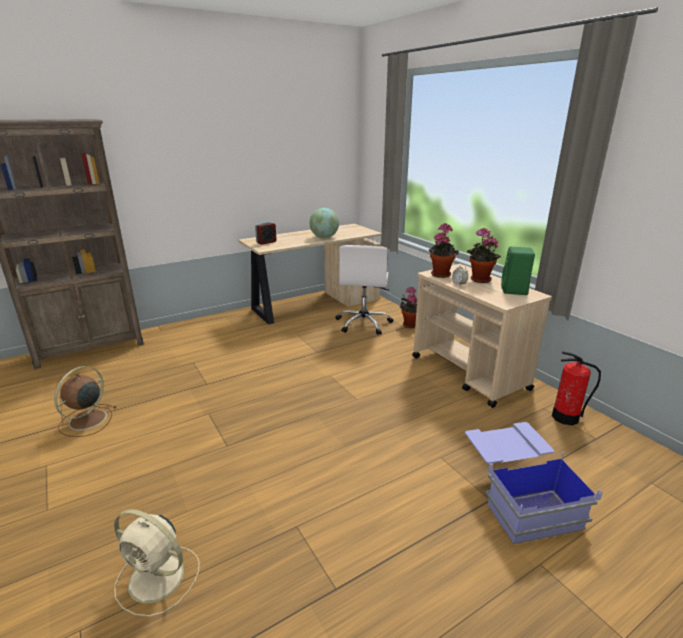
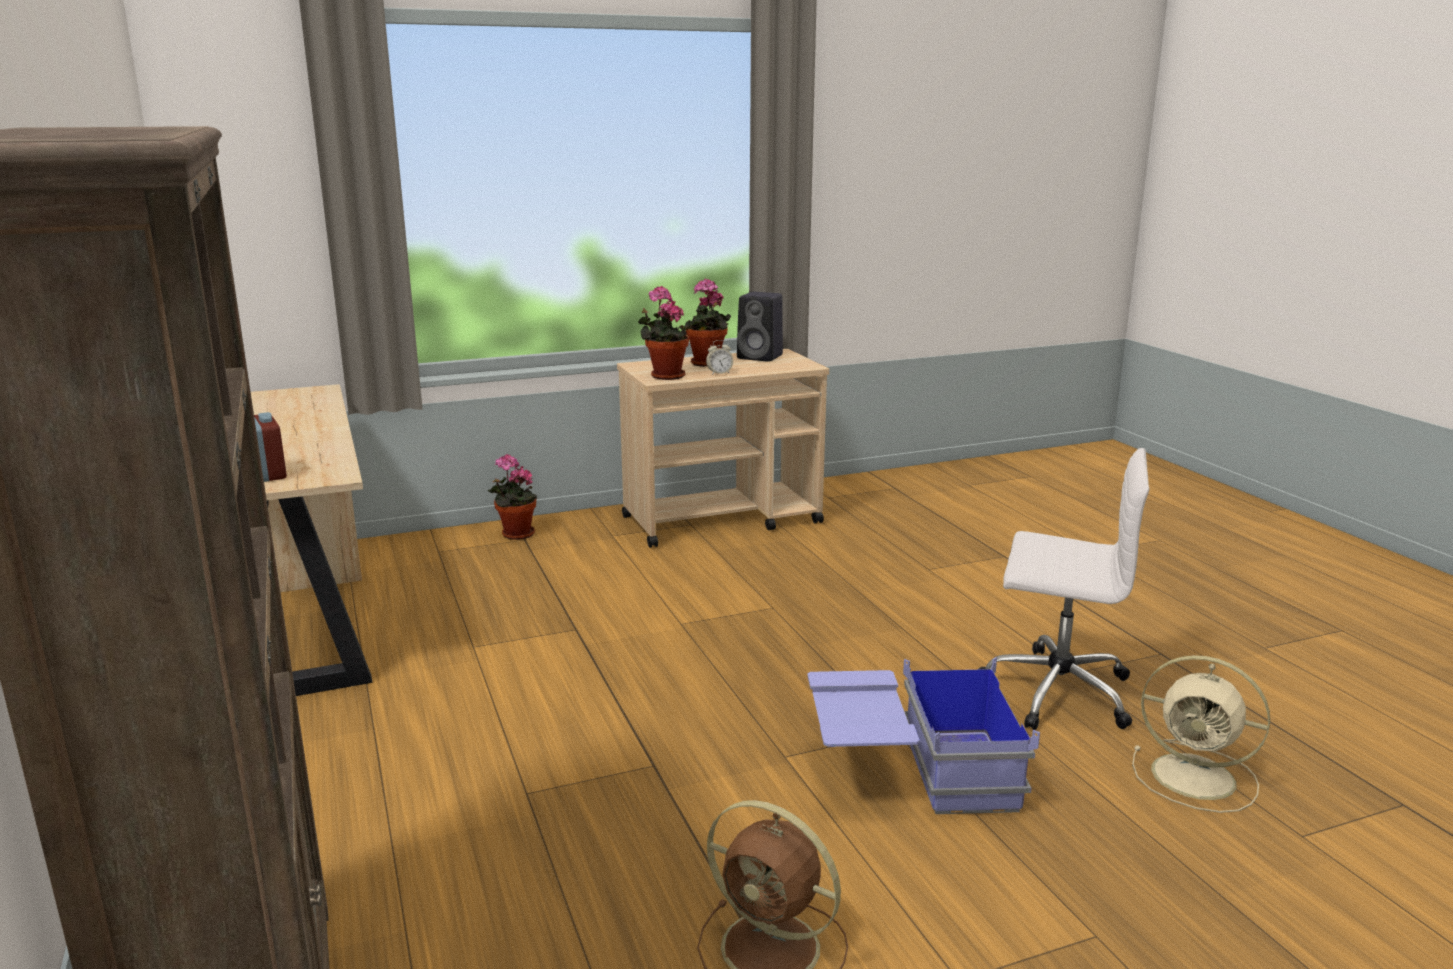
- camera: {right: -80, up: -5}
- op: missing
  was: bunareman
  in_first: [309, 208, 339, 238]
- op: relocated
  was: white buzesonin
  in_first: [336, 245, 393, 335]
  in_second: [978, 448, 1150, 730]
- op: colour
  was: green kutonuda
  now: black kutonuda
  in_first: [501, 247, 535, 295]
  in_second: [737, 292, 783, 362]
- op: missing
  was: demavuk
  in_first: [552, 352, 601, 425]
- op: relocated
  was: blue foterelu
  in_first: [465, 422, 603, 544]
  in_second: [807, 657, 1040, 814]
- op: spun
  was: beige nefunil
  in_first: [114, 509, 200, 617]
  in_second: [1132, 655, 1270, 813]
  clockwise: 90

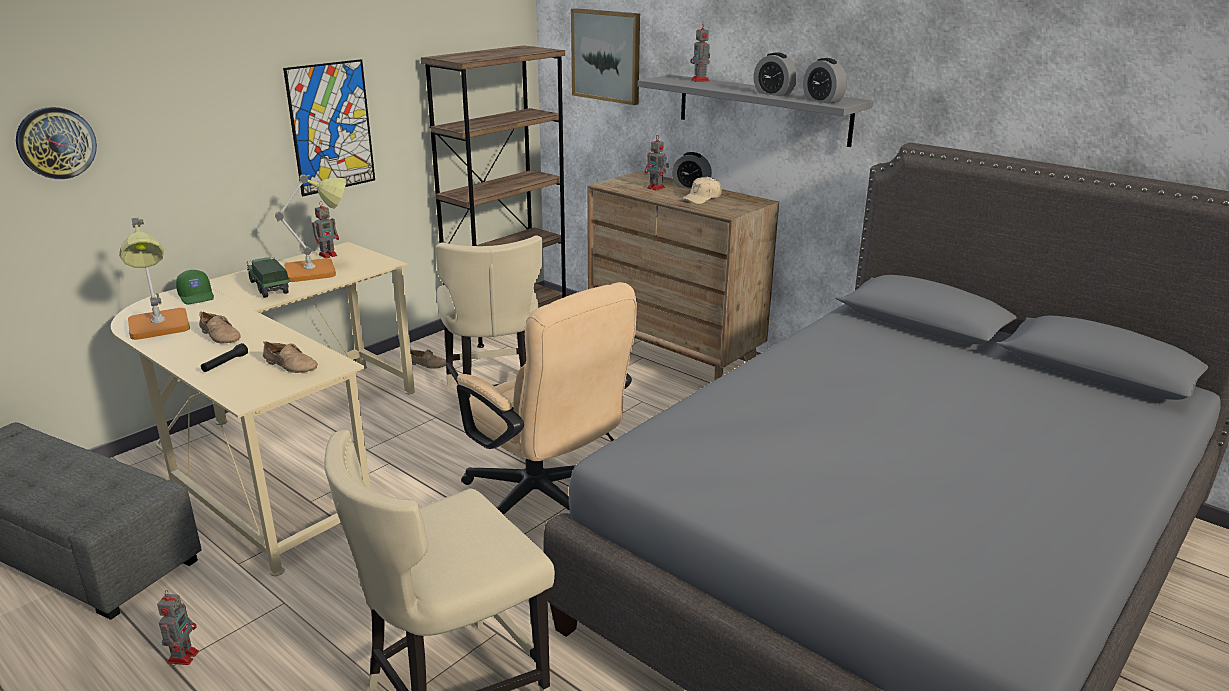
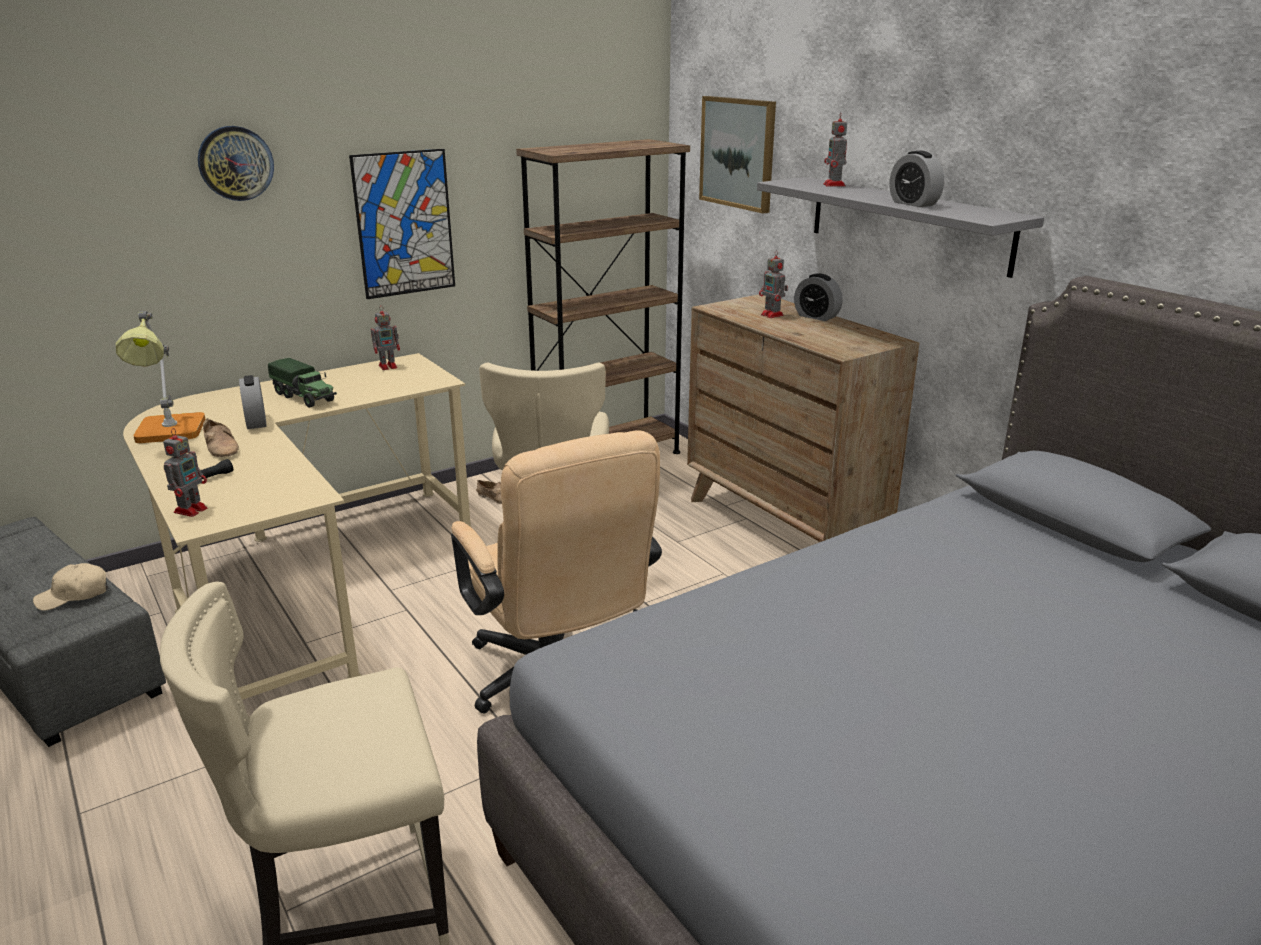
- camera: {right: 15, up: 0}
- op: relocated
  was: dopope
  in_first: [803, 58, 847, 104]
  in_second: [239, 375, 267, 429]
- op: relocated
  was: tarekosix
  in_first: [16, 107, 97, 179]
  in_second: [198, 126, 274, 201]
- op: missing
  was: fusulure
  in_first: [275, 174, 346, 282]
- op: relocated
  was: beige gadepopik
  in_first: [682, 176, 722, 204]
  in_second: [33, 563, 108, 611]
- op: spun
  was: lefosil
  in_first: [247, 257, 289, 298]
  in_second: [268, 358, 337, 408]
  clockwise: 150
- op: missing
  was: green gadepopik
  in_first: [176, 270, 214, 304]
- op: missing
  was: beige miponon
  in_first: [263, 341, 318, 373]
- op: relocated
  was: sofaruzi
  in_first: [157, 590, 199, 665]
  in_second: [163, 428, 207, 517]

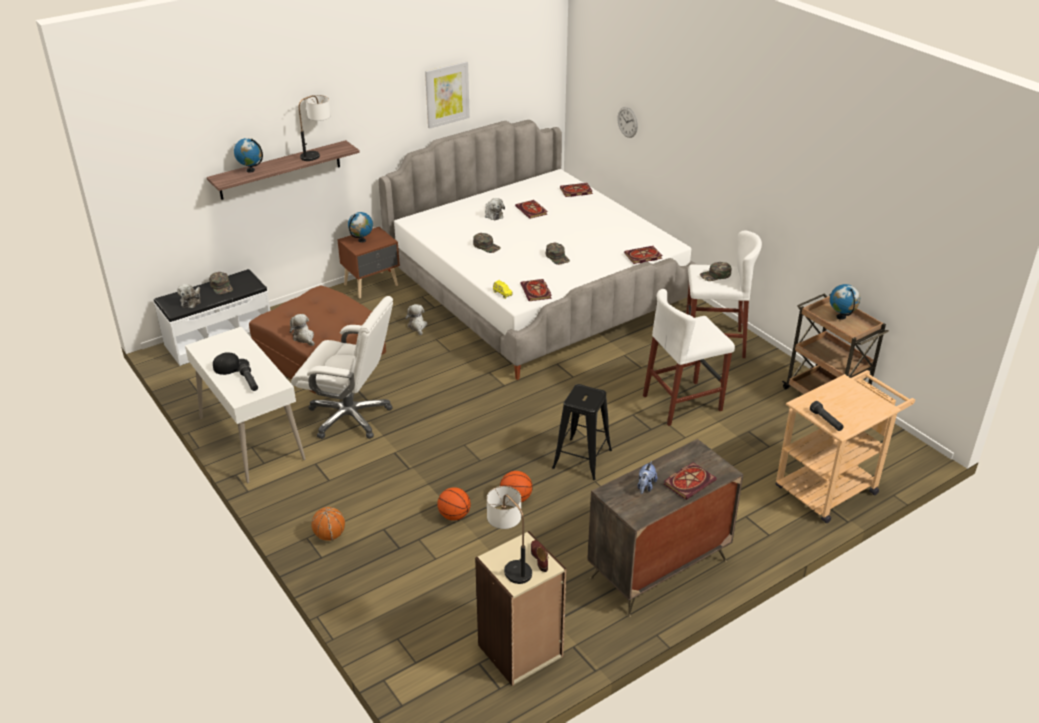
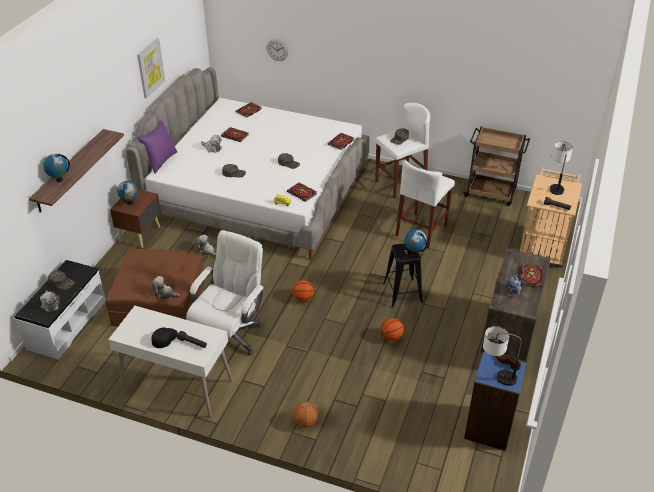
- camera: {right: -35, up: 5}
- op: relocated
  was: fusulure
  in_first: [299, 95, 331, 161]
  in_second: [550, 141, 573, 195]
- op: relocated
  was: bunareman
  in_first: [830, 284, 860, 320]
  in_second: [405, 229, 427, 255]
- op: spun
  was: white buzesonin
  in_first: [291, 296, 393, 439]
  in_second: [186, 230, 265, 355]
  clockwise: -45
- op: relocated
  was: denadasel
  in_first: [437, 487, 471, 521]
  in_second: [292, 280, 315, 302]
- op: colour
  was: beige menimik
  now: blue menimik
  in_first: [475, 531, 567, 686]
  in_second: [464, 351, 527, 451]
- op: appeared
  now: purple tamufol
  in_second: [137, 121, 177, 174]

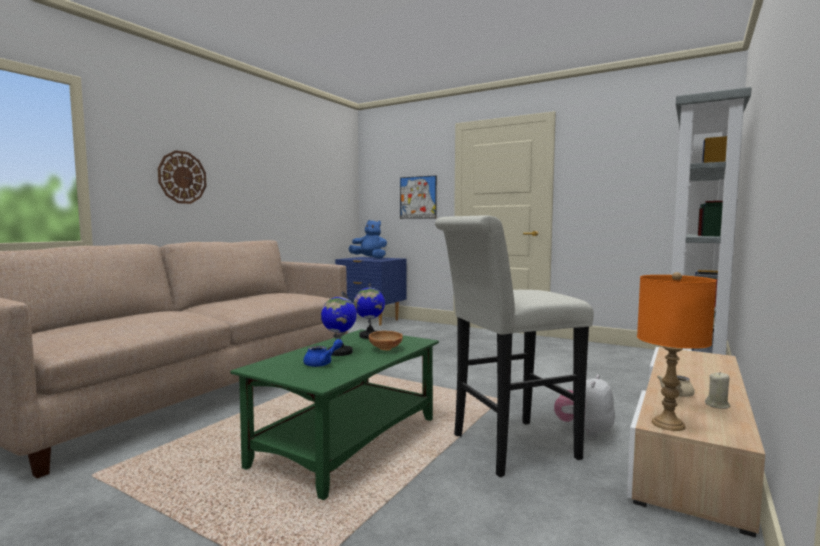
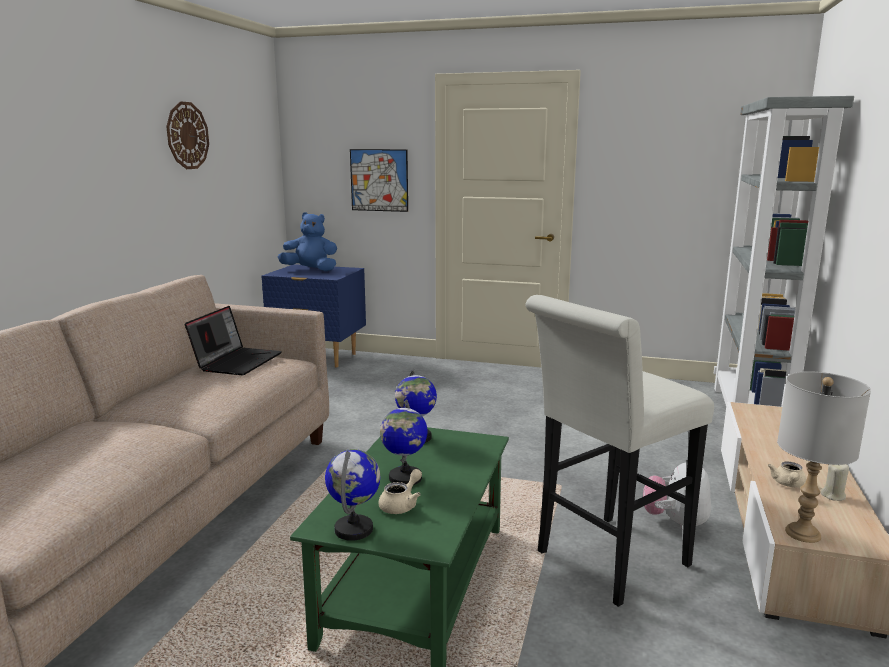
- camera: {right: -15, up: 10}
- op: relocated
  was: tarekosix
  in_first: [158, 150, 206, 204]
  in_second: [166, 101, 209, 169]
- op: colour
  was: orange fusulure
  now: grey fusulure
  in_first: [637, 272, 716, 431]
  in_second: [777, 371, 871, 543]
- op: missing
  was: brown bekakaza
  in_first: [369, 331, 403, 350]
- op: colour
  was: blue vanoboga
  now: beige vanoboga
  in_first: [303, 339, 343, 367]
  in_second: [379, 469, 422, 514]
- op: appeared
  now: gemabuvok
  in_second: [185, 306, 282, 375]
- op: appeared
  now: bunareman
  in_second: [325, 449, 380, 541]

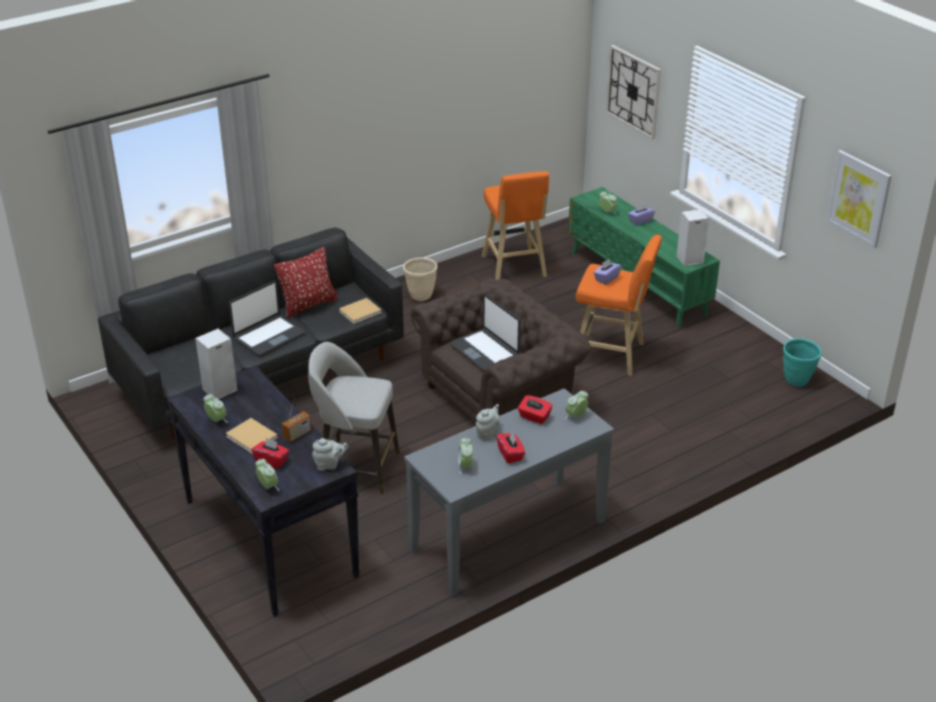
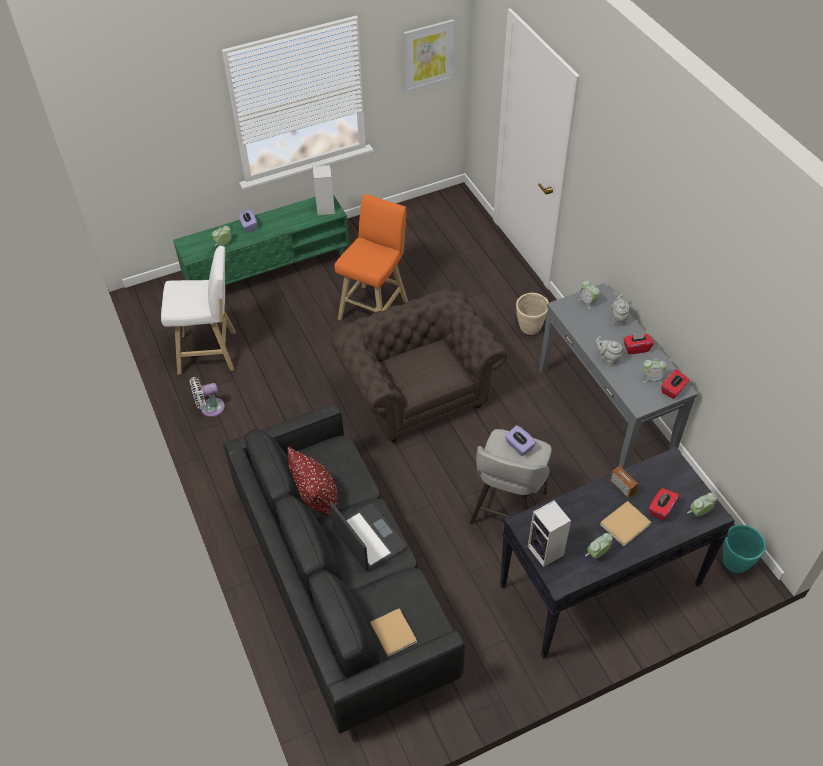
- camera: {right: -80, up: 15}
- op: missing
  was: tarekosix
  in_first: [606, 45, 661, 140]
- op: colour
  was: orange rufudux
  now: white rufudux
  in_first: [482, 171, 549, 280]
  in_second: [161, 246, 235, 375]
- op: relocated
  was: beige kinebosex
  in_first: [403, 257, 438, 301]
  in_second: [516, 293, 549, 335]
- op: relocated
  was: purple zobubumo
  in_first: [594, 259, 621, 285]
  in_second: [505, 425, 536, 456]
- op: missing
  was: gemabuvok
  in_first: [450, 294, 521, 371]
- op: relocated
  was: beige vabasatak
  in_first: [339, 298, 381, 324]
  in_second: [370, 608, 417, 657]
- op: relocated
  was: turquoise kinebosex
  in_first: [783, 338, 822, 387]
  in_second: [723, 525, 766, 573]
- op: relocated
  was: red zobubumo
  in_first: [518, 395, 553, 424]
  in_second: [662, 369, 689, 399]
- op: relocated
  was: grey vanoboga
  in_first: [312, 438, 348, 471]
  in_second: [611, 294, 630, 326]
- op: appeared
  now: white nefunil
  in_second: [190, 377, 225, 417]

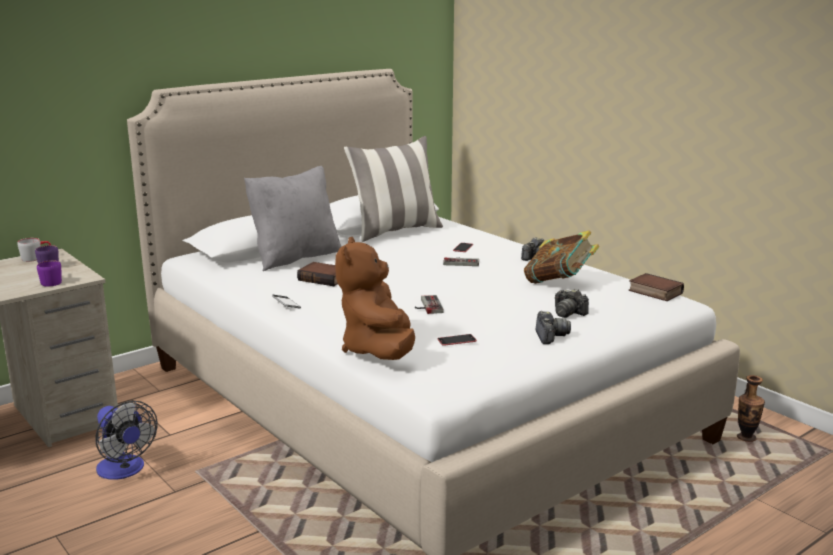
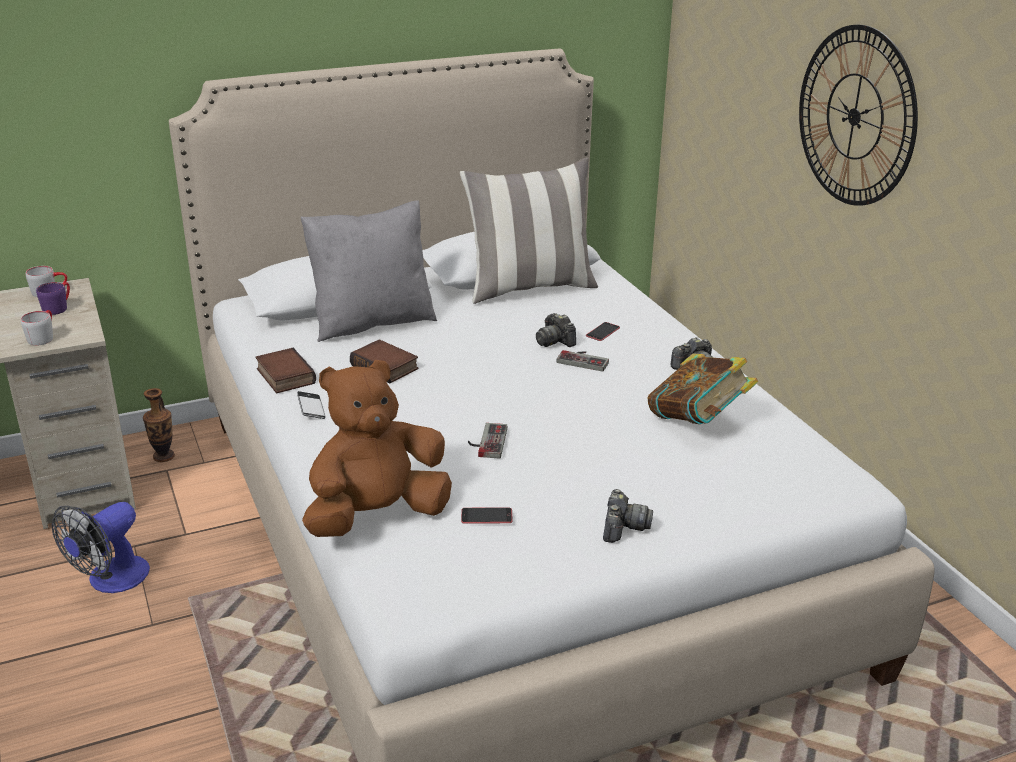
- camera: {right: 15, up: 10}
- op: spun
  was: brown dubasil
  in_first: [335, 237, 415, 360]
  in_second: [302, 360, 452, 537]
  clockwise: 45
- op: colour
  was: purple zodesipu
  now: grey zodesipu
  in_first: [37, 260, 62, 287]
  in_second: [21, 310, 53, 346]
- op: relocated
  was: vabasatak
  in_first: [629, 273, 684, 301]
  in_second: [256, 348, 316, 393]
- op: relocated
  was: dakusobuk
  in_first: [555, 289, 589, 318]
  in_second: [536, 313, 576, 347]
- op: relocated
  was: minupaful
  in_first: [737, 375, 765, 442]
  in_second: [143, 388, 175, 462]
- op: spun
  was: nefunil
  in_first: [96, 401, 157, 480]
  in_second: [52, 502, 150, 593]
  clockwise: 60
- op: appeared
  now: tarekosix
  in_second: [799, 25, 918, 206]

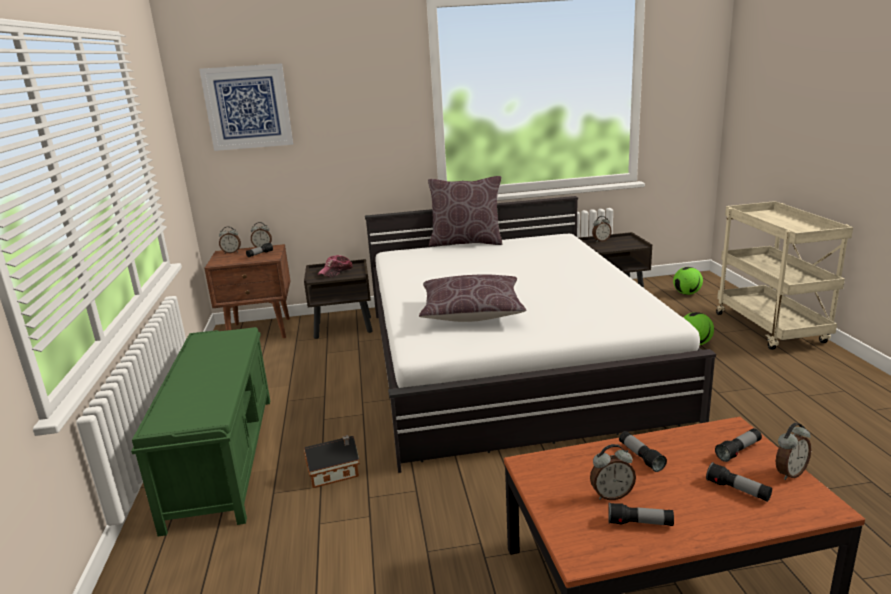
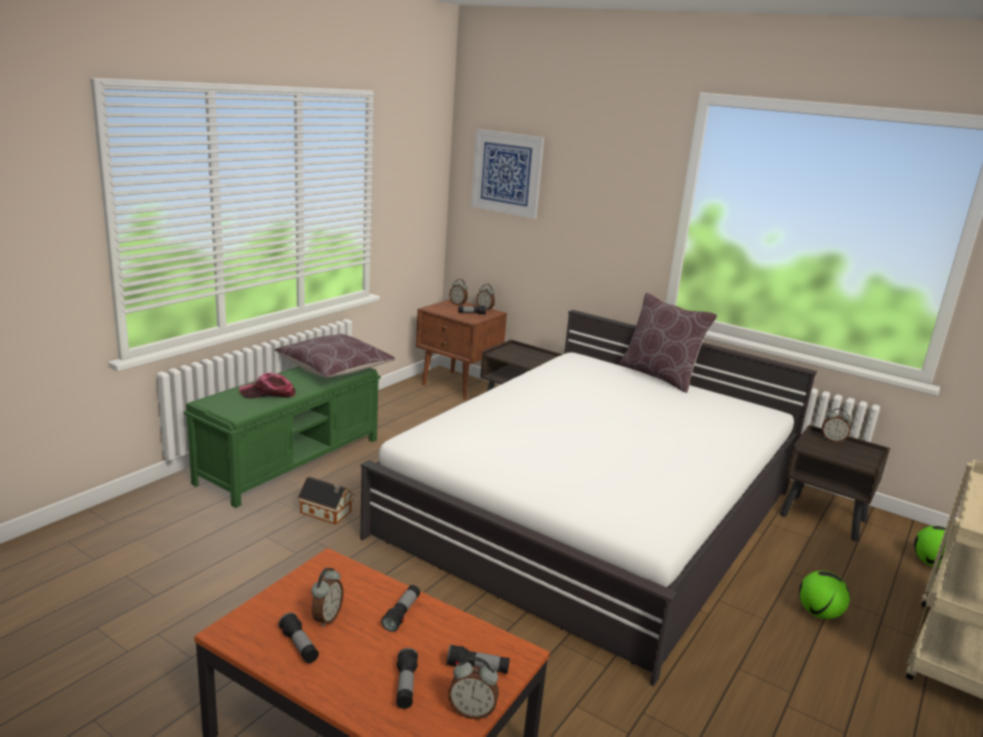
- camera: {right: 40, up: 0}
- op: relocated
  was: gadepopik
  in_first: [317, 255, 353, 277]
  in_second: [239, 373, 296, 399]
- op: relocated
  was: brown tamufol
  in_first: [419, 274, 526, 322]
  in_second: [275, 334, 395, 378]
- op: spun
  was: dopope
  in_first: [590, 444, 636, 500]
  in_second: [311, 568, 343, 627]
  clockwise: -105

